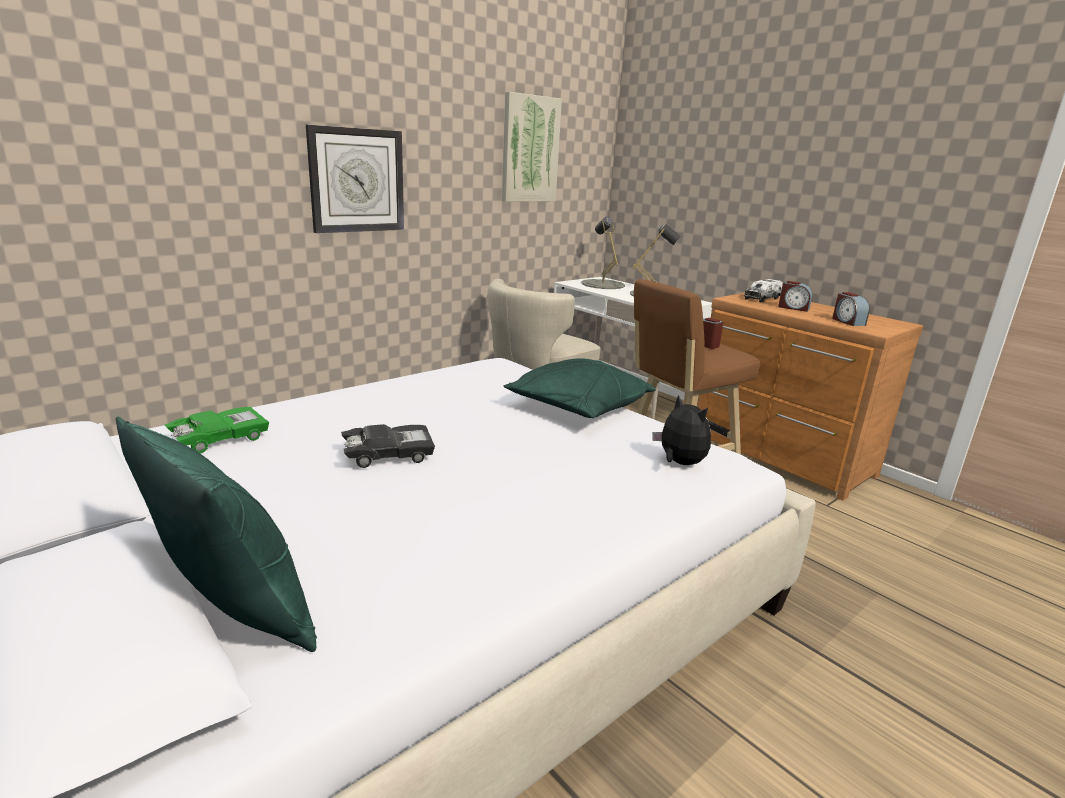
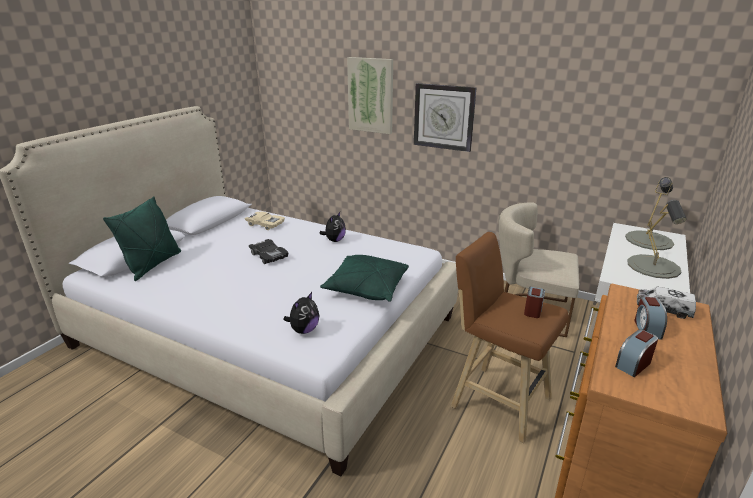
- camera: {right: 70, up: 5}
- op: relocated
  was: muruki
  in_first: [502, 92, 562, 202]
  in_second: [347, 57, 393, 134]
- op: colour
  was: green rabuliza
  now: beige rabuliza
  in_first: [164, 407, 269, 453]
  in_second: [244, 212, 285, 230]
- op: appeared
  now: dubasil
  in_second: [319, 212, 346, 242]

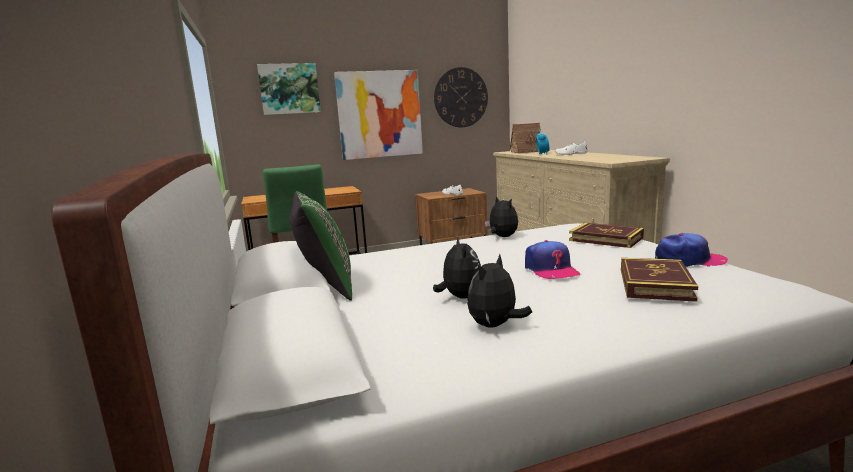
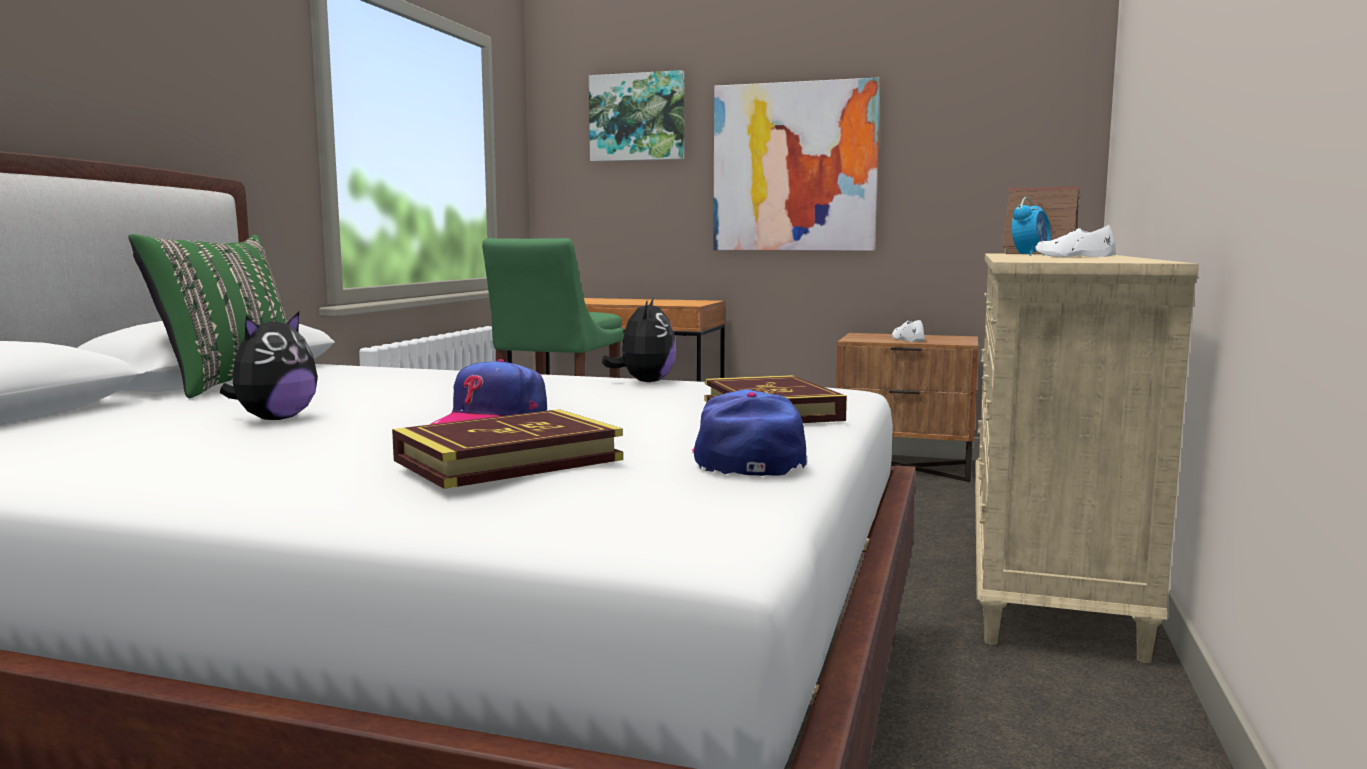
- camera: {right: 35, up: -5}
- op: missing
  was: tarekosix
  in_first: [434, 67, 488, 127]
- op: spun
  was: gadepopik
  in_first: [655, 233, 728, 267]
  in_second: [692, 389, 807, 476]
  clockwise: -135
- op: missing
  was: dubasil
  in_first: [467, 254, 532, 328]

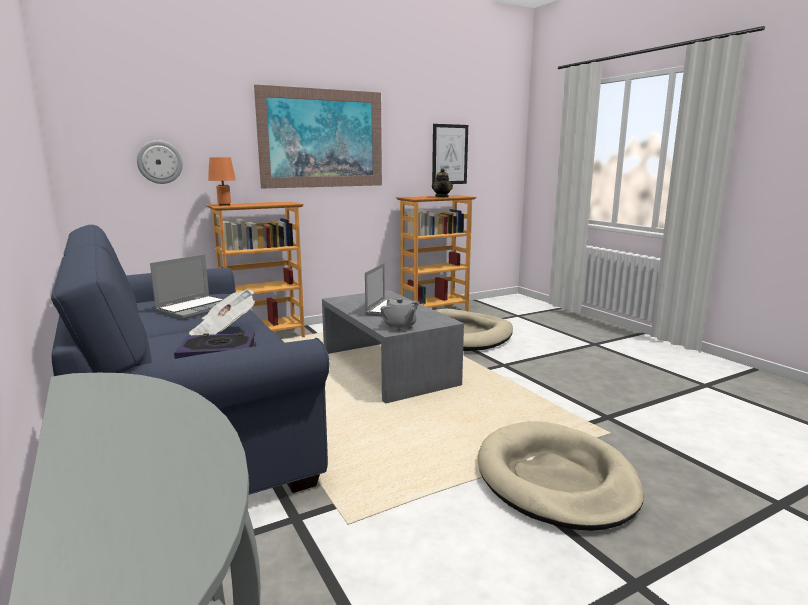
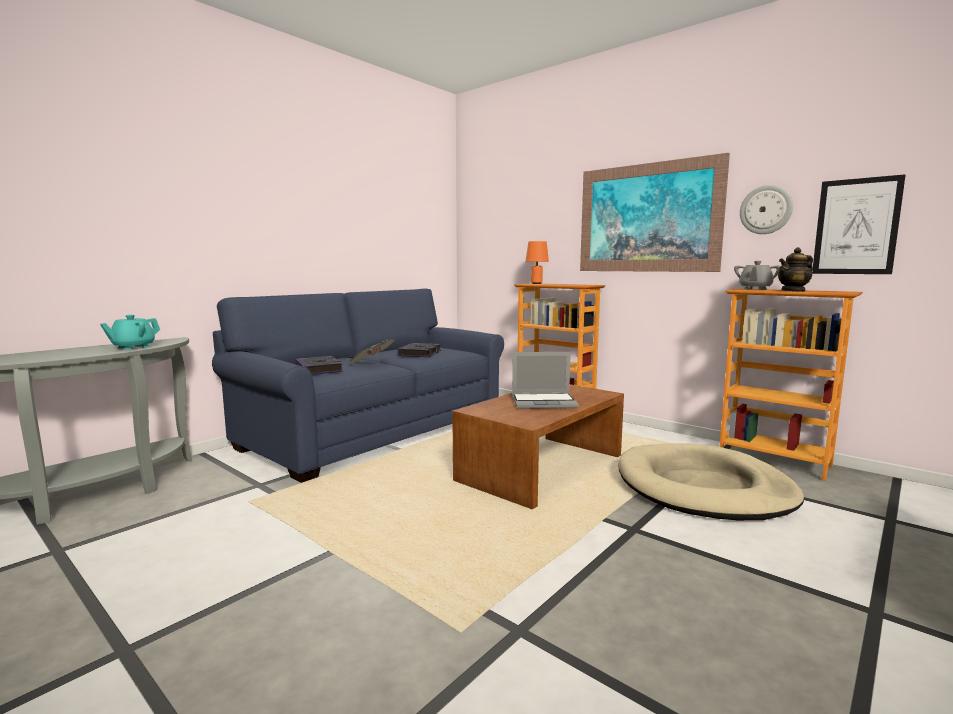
- camera: {right: 70, up: -5}
- op: relocated
  was: tarekosix
  in_first: [137, 140, 183, 184]
  in_second: [740, 185, 793, 234]
- op: exchanged
  was: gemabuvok
  now: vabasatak
  in_first: [150, 254, 223, 319]
  in_second: [397, 343, 441, 357]
- op: colour
  was: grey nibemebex
  now: brown nibemebex
  in_first: [322, 290, 464, 404]
  in_second: [452, 384, 624, 509]
- op: relocated
  was: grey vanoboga
  in_first: [381, 298, 418, 331]
  in_second: [734, 261, 780, 290]
- op: missing
  was: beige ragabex
  in_first: [478, 421, 644, 531]
- op: appeared
  now: turquoise vanoboga
  in_second: [100, 315, 160, 350]

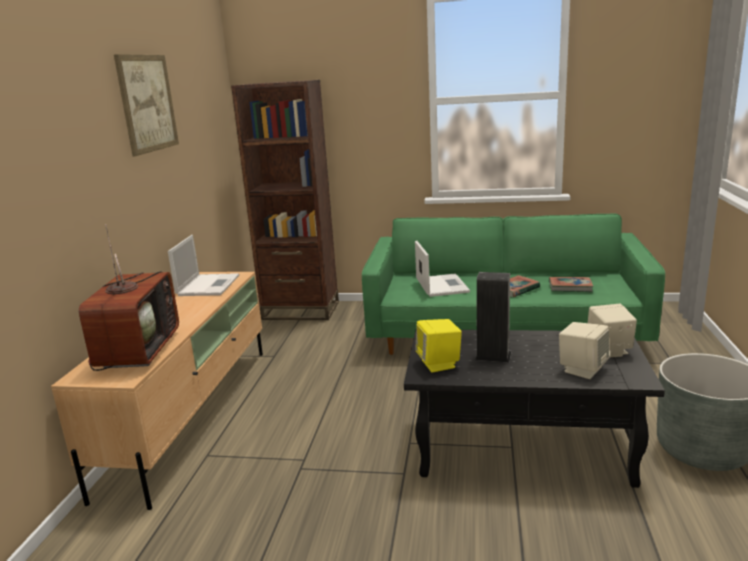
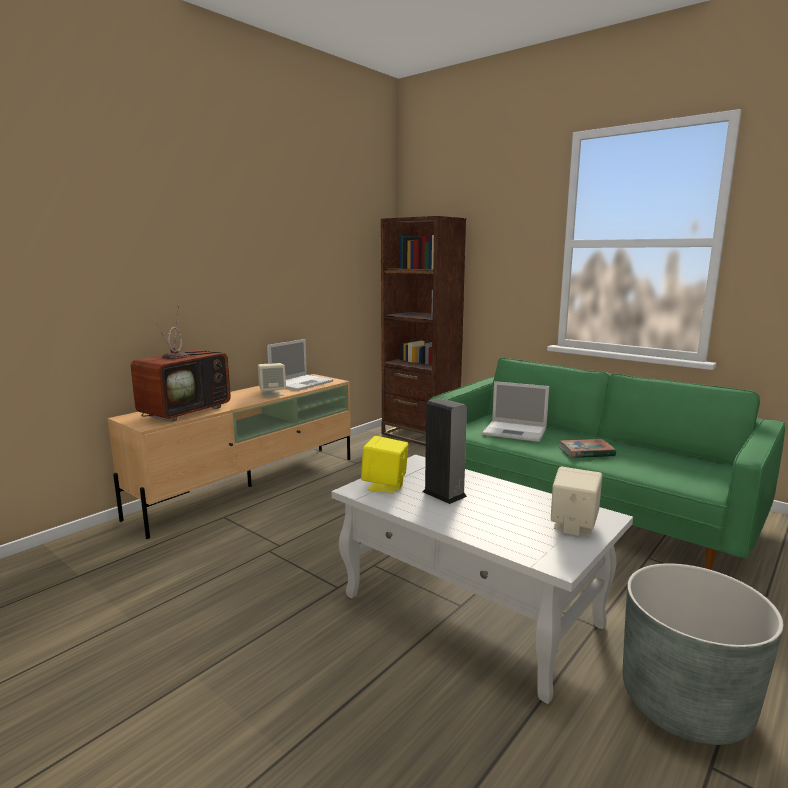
- camera: {right: 30, up: -5}
- op: missing
  was: muruki
  in_first: [114, 54, 179, 156]
- op: spun
  was: gemabuvok
  in_first: [415, 241, 470, 297]
  in_second: [482, 381, 549, 442]
  clockwise: 90
- op: missing
  was: vabasatak
  in_first: [549, 277, 594, 292]
- op: relocated
  was: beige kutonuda
  in_first: [559, 322, 609, 379]
  in_second: [258, 363, 286, 397]
- op: colour
  was: black nibemebex
  now: white nibemebex
  in_first: [404, 330, 665, 488]
  in_second: [332, 455, 633, 704]

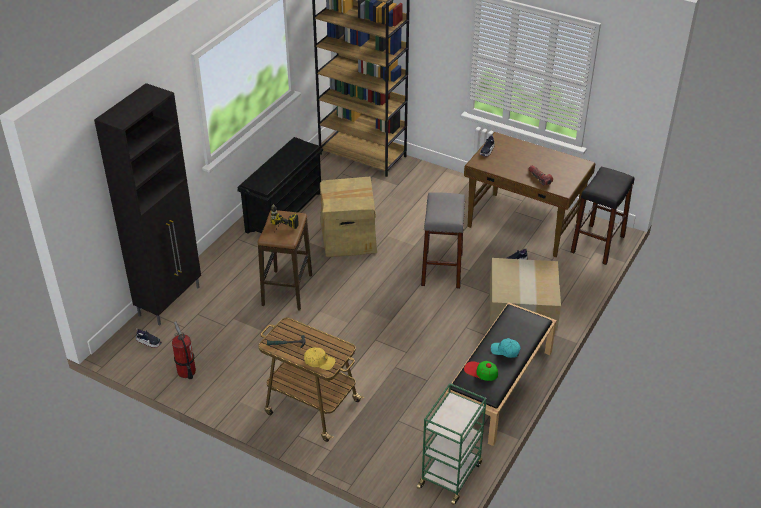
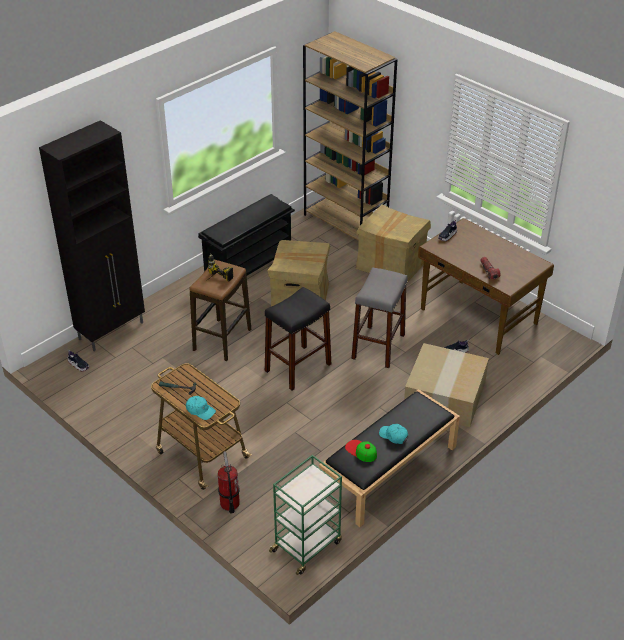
- camera: {right: 15, up: 0}
- op: relocated
  was: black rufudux
  in_first: [571, 167, 635, 265]
  in_second: [265, 287, 331, 390]
- op: relocated
  was: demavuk
  in_first: [172, 321, 196, 379]
  in_second: [218, 451, 240, 513]
- op: colour
  was: yellow gadepopik
  now: turquoise gadepopik
  in_first: [304, 347, 336, 370]
  in_second: [186, 396, 216, 420]
- op: appeared
  now: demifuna
  in_second: [356, 204, 431, 282]

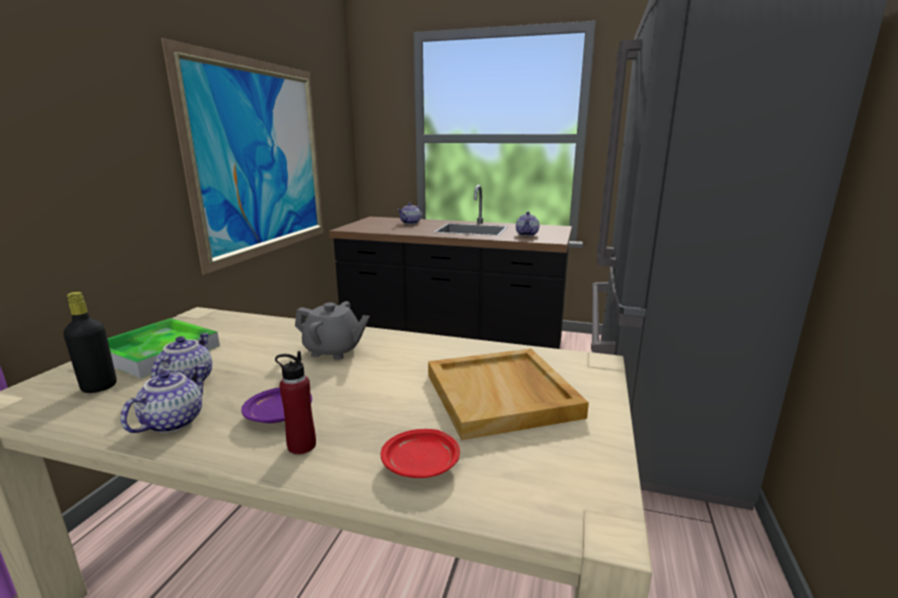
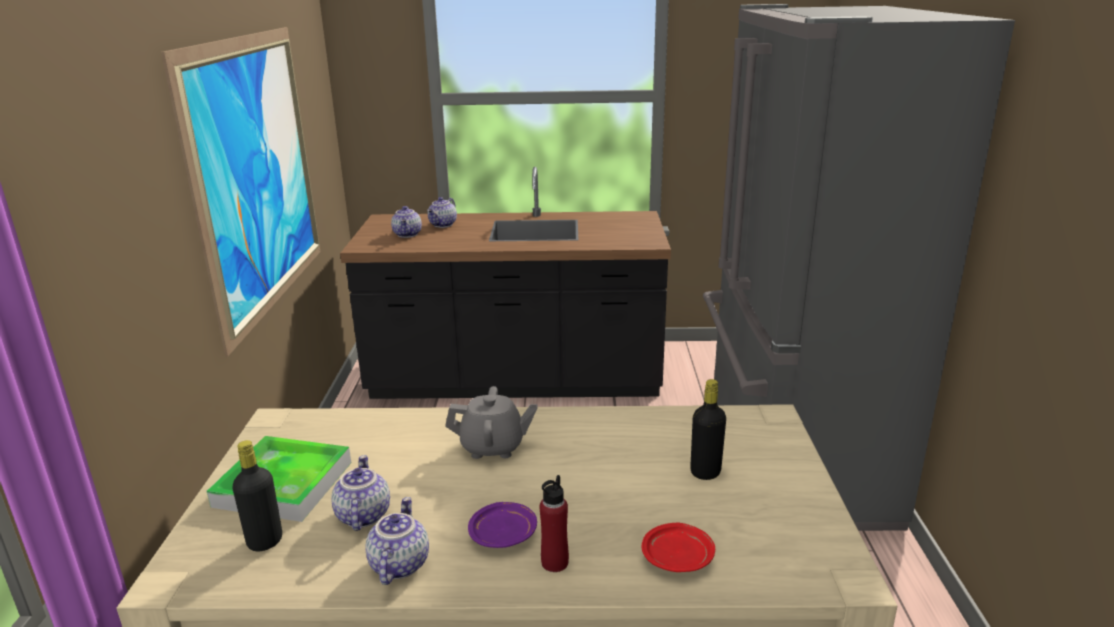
- camera: {right: -15, up: 5}
- op: relocated
  was: vanoboga
  in_first: [516, 212, 539, 236]
  in_second: [391, 206, 422, 238]
- op: exchanged
  was: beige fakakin
  now: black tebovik
  in_first: [428, 349, 589, 440]
  in_second: [690, 379, 726, 480]

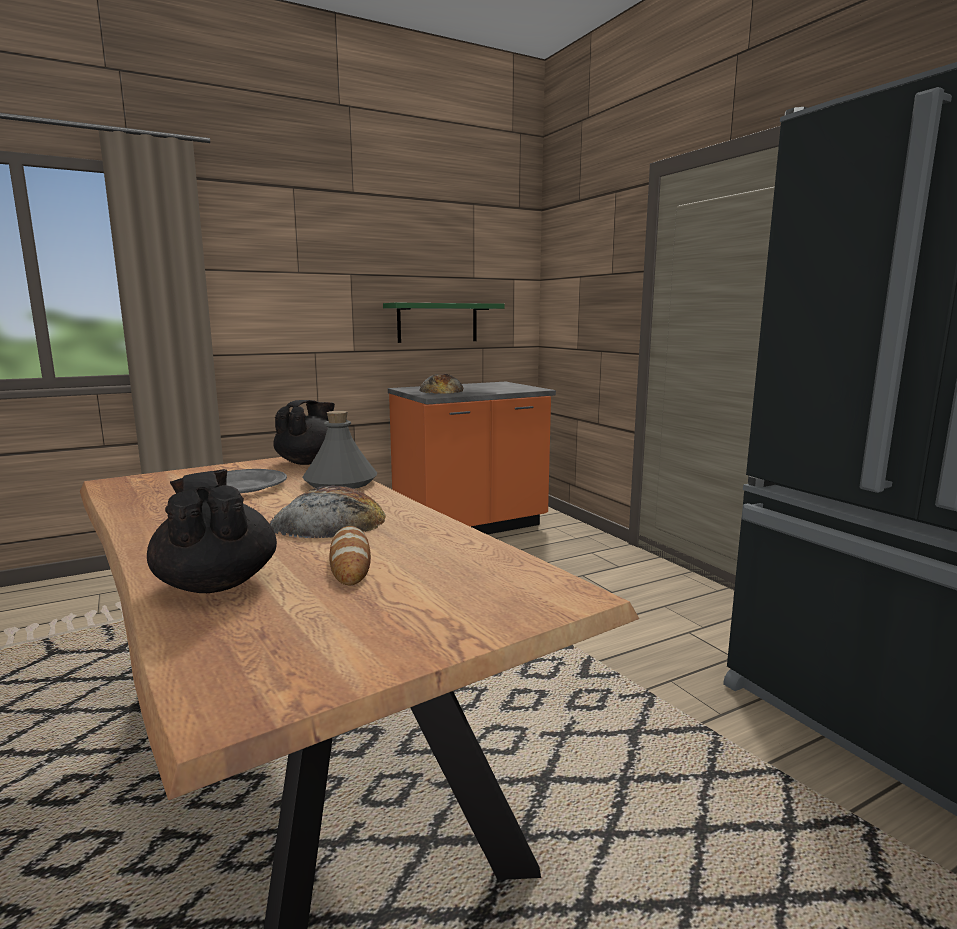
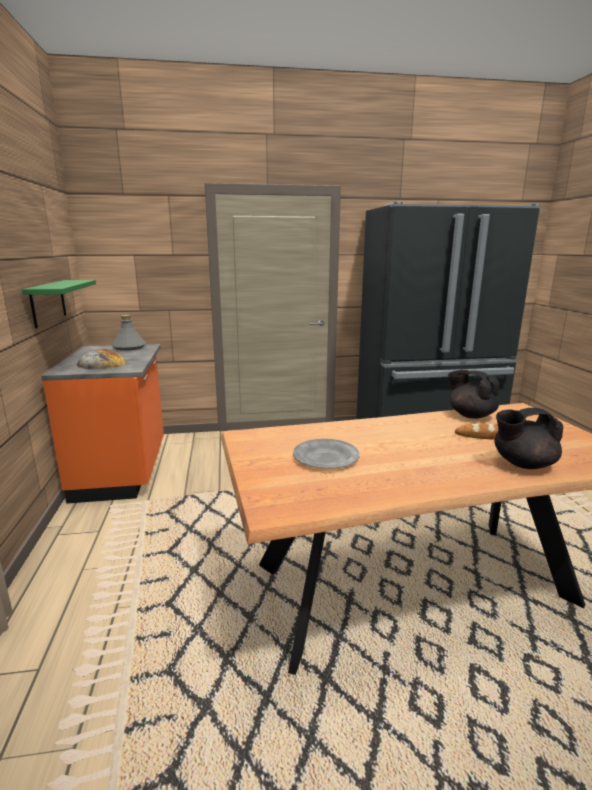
- camera: {right: -70, up: 5}
- op: relocated
  was: black vanoboga
  in_first: [273, 400, 335, 465]
  in_second: [448, 370, 499, 419]
- op: relocated
  was: grey tebovik
  in_first: [302, 411, 377, 489]
  in_second: [111, 315, 146, 351]
- op: missing
  was: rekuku
  in_first: [270, 485, 386, 538]

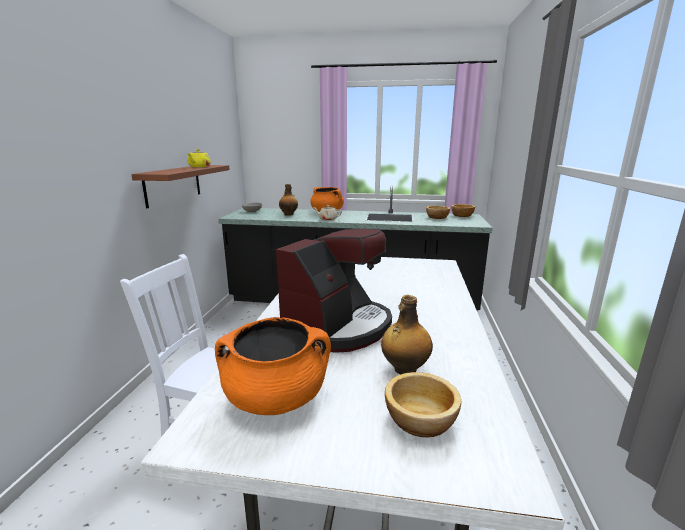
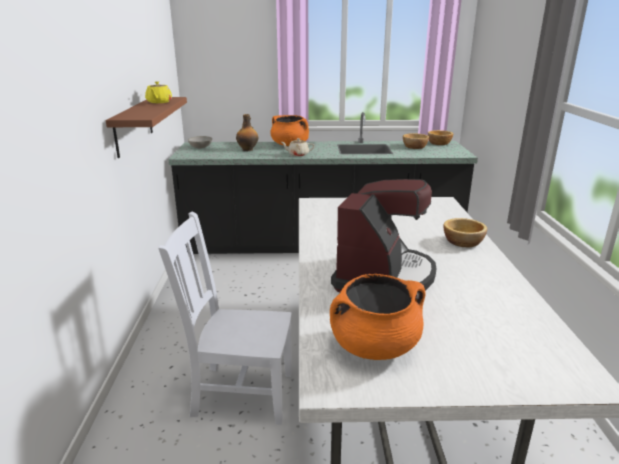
- camera: {right: -10, up: 5}
- op: missing
  was: tebovik
  in_first: [381, 295, 433, 374]
- op: relocated
  was: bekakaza
  in_first: [385, 372, 461, 438]
  in_second: [444, 218, 487, 247]

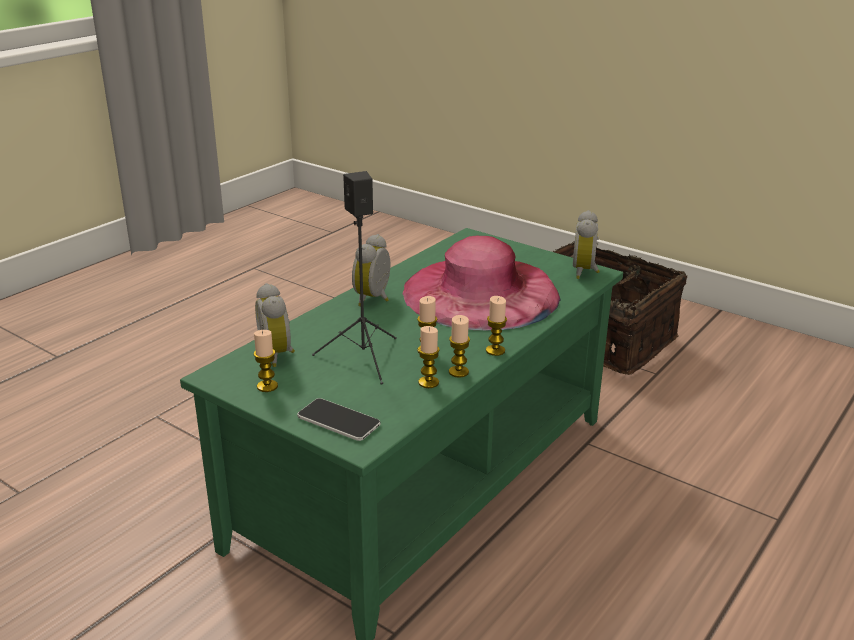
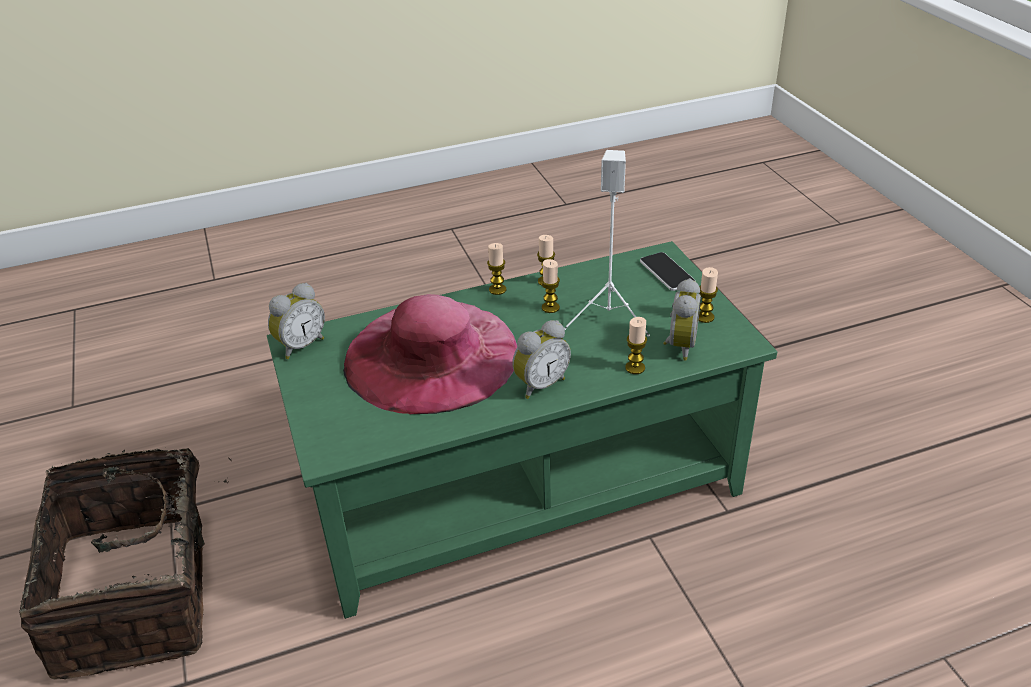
- camera: {right: -145, up: 10}
- op: colour
  was: black kutonuda
  now: white kutonuda
  in_first: [312, 171, 397, 385]
  in_second: [564, 150, 650, 337]
- op: relocated
  was: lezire
  in_first: [418, 326, 440, 388]
  in_second: [625, 317, 647, 374]

